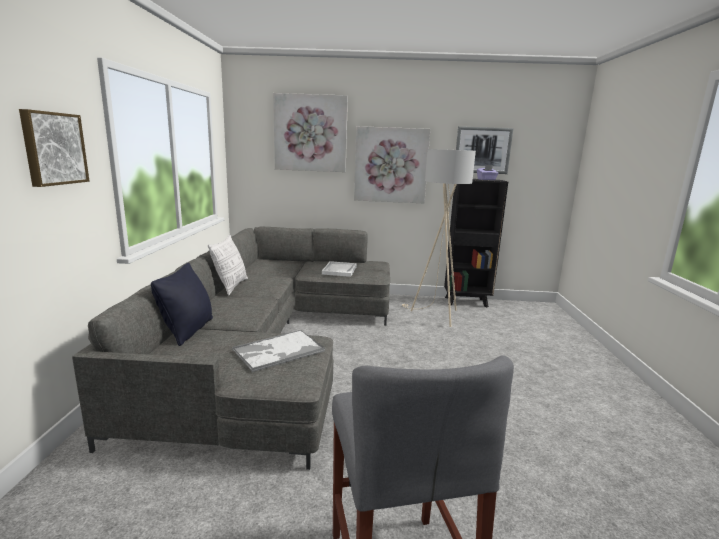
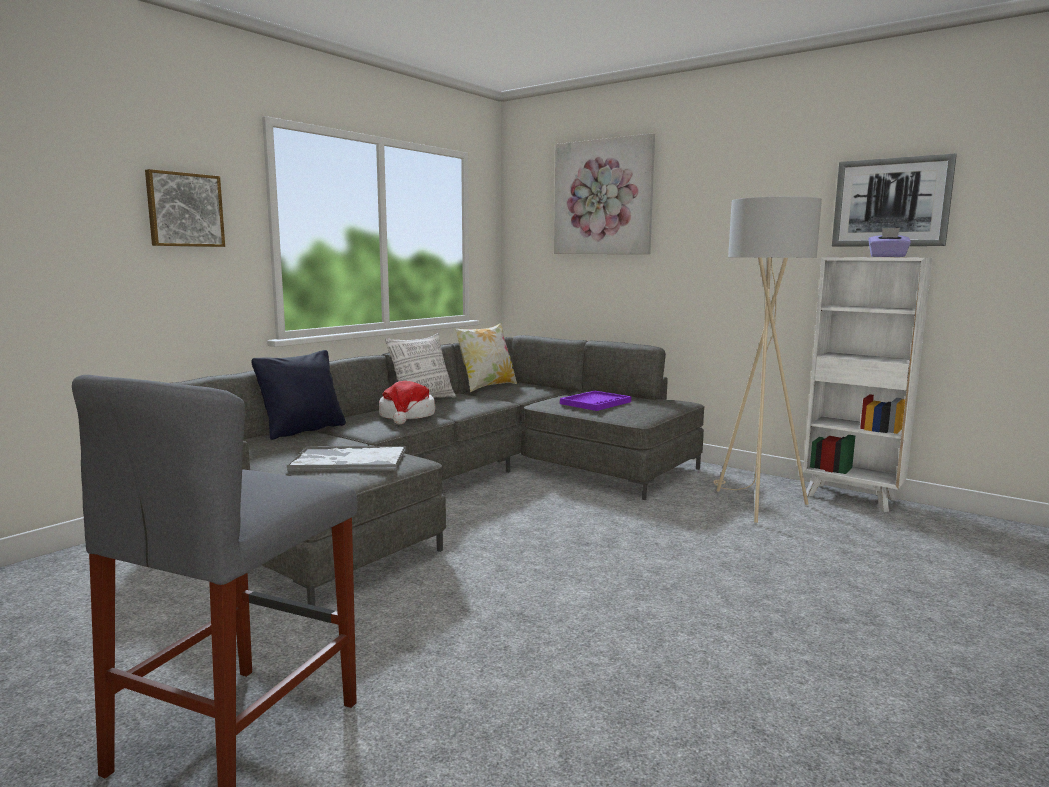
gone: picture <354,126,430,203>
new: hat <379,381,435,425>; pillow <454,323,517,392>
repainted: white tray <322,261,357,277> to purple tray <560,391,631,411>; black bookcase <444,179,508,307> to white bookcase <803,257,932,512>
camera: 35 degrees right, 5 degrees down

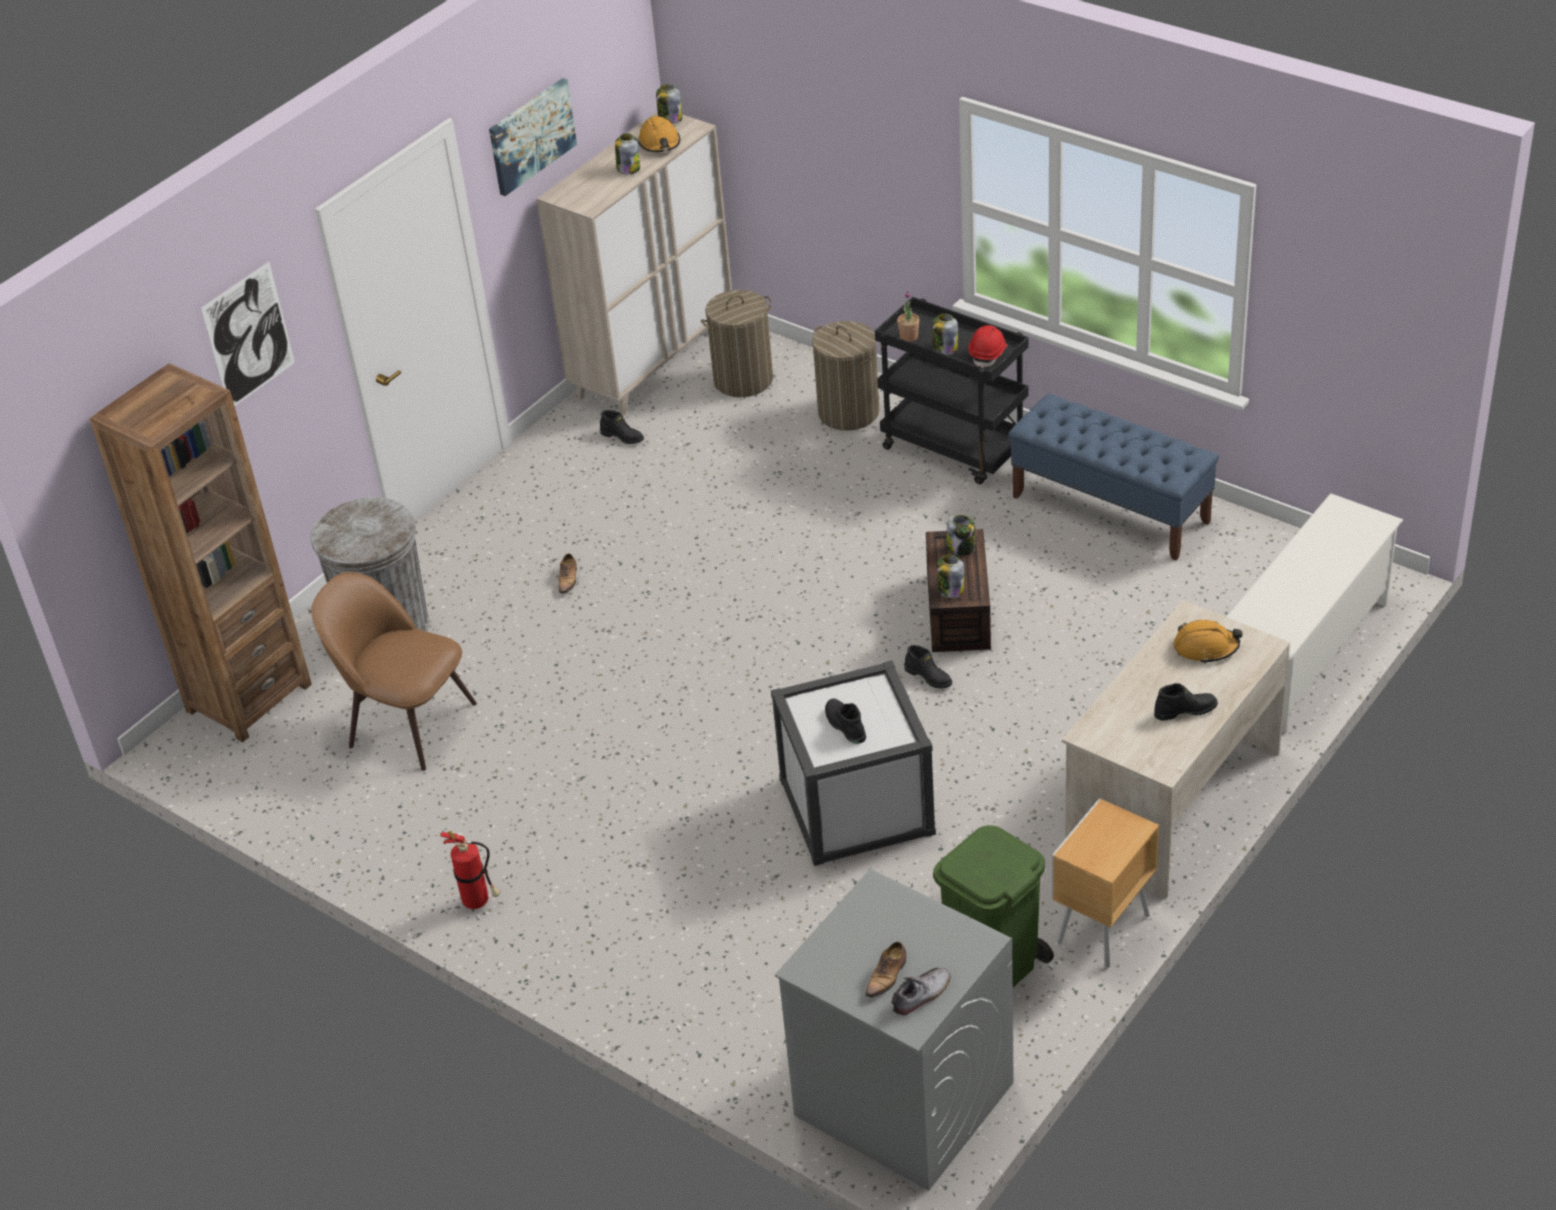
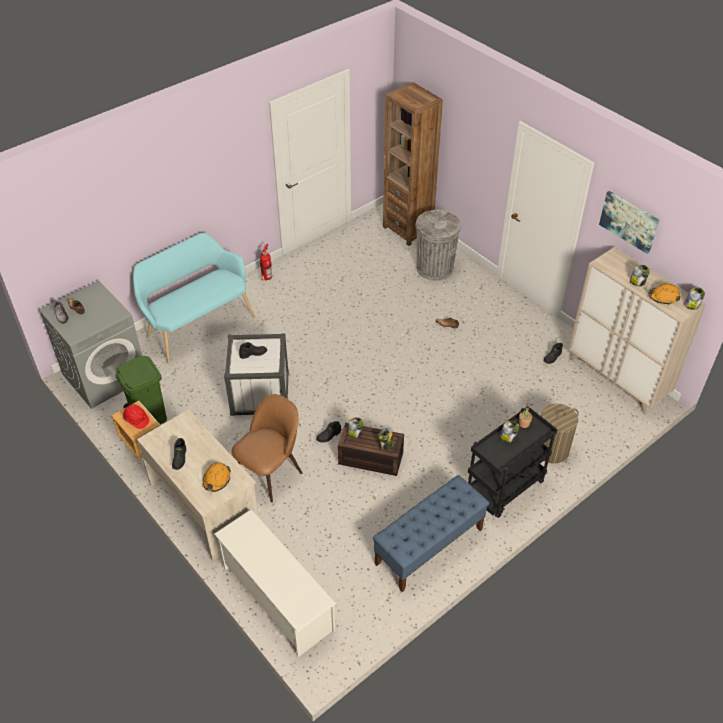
gone: picture <201,262,295,406>; laundry basket <701,290,773,397>
new: turquoise bench <133,233,255,364>
shifted: brown chair <311,572,477,771> to <231,394,302,502>; red hard hat <968,325,1008,368> to <123,404,150,429>
camera: 100 degrees right, 5 degrees up

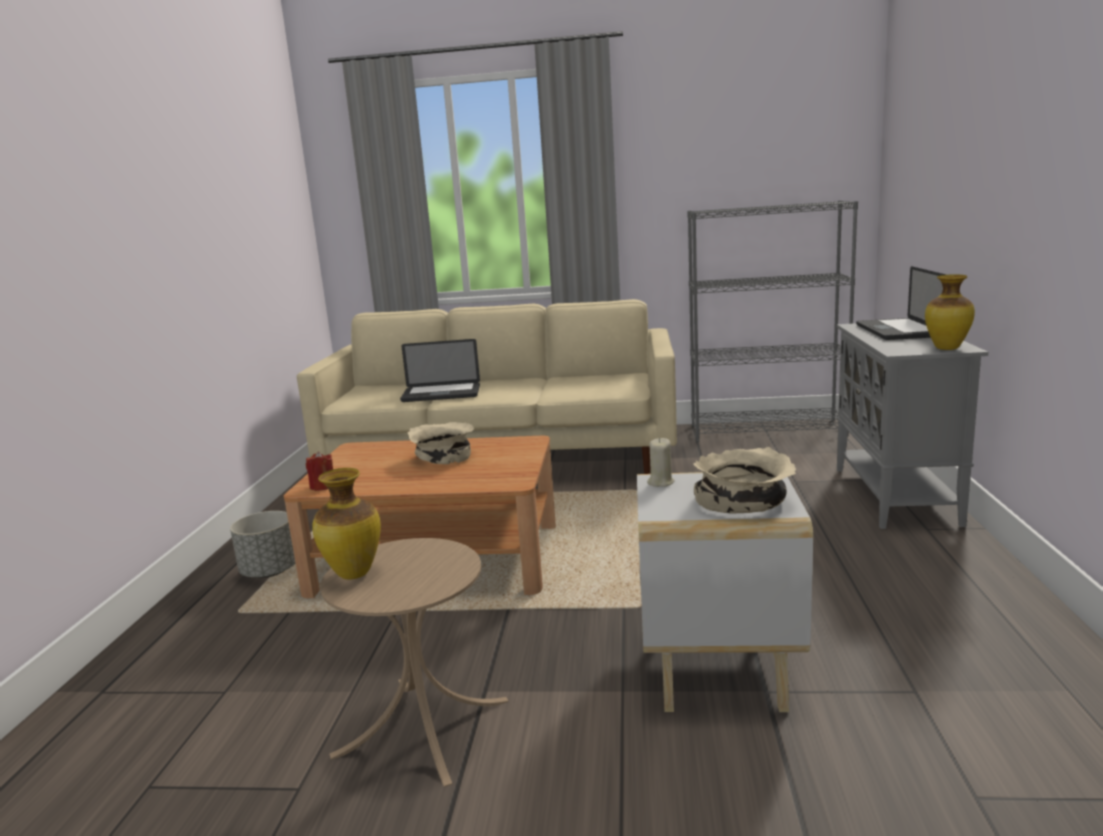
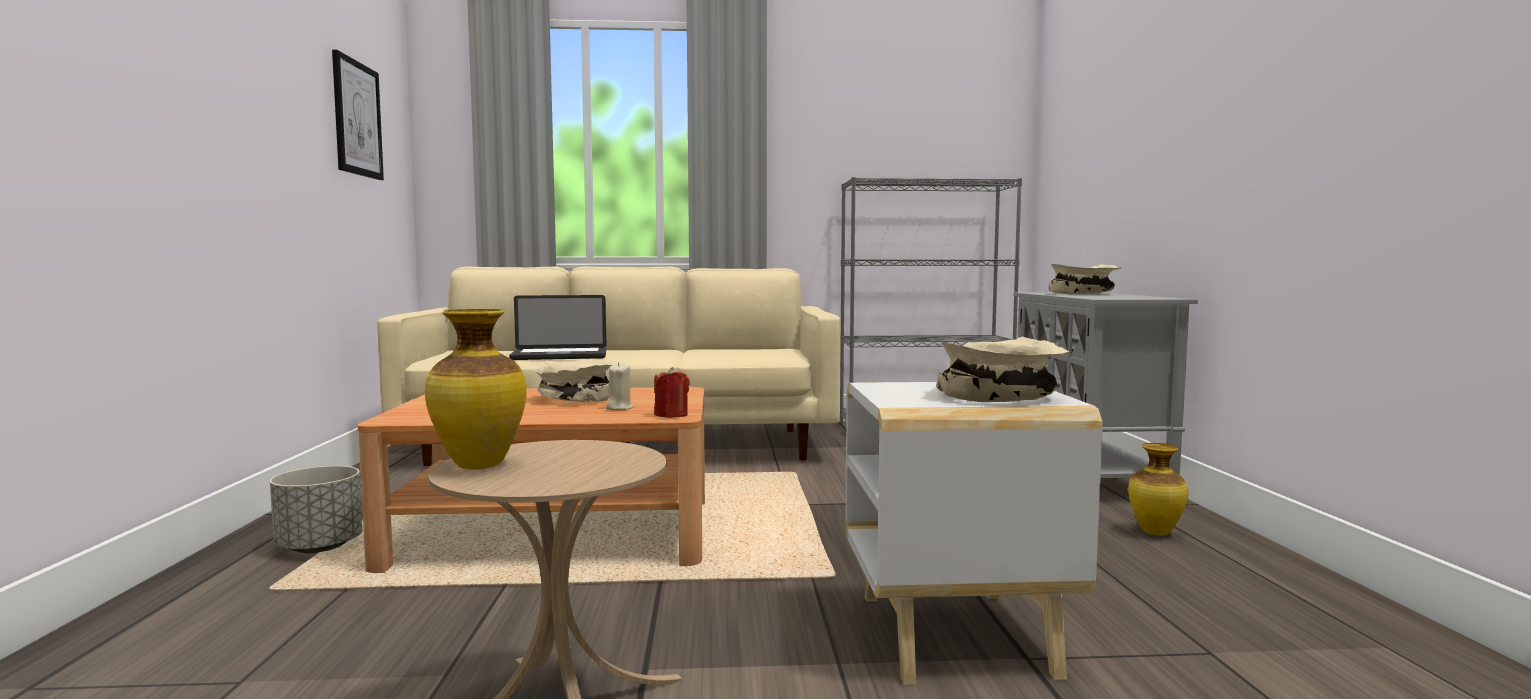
new: picture <332,49,384,180>
shifted: red candle <306,451,333,491> to <654,367,690,418>; beige candle <647,438,675,487> to <606,362,633,410>; vase <925,275,975,350> to <1128,443,1188,536>
swapped: laptop <856,266,946,340> to beige bowl <1048,264,1122,294>
camera: 10 degrees left, 10 degrees down

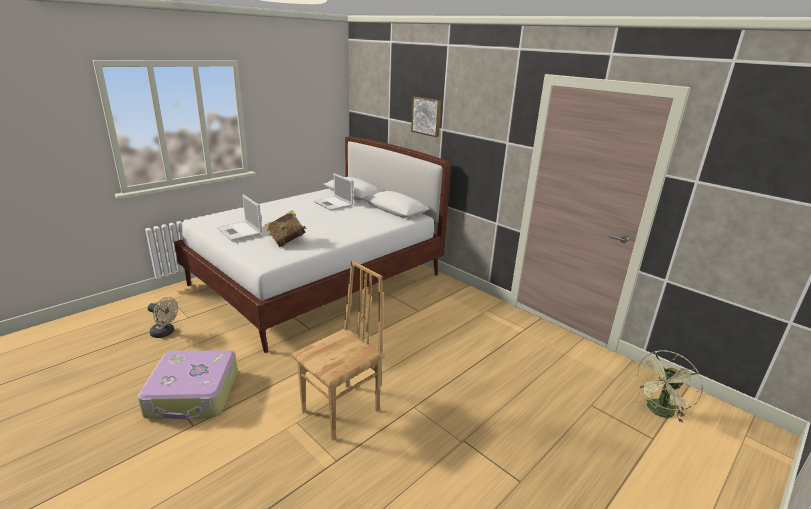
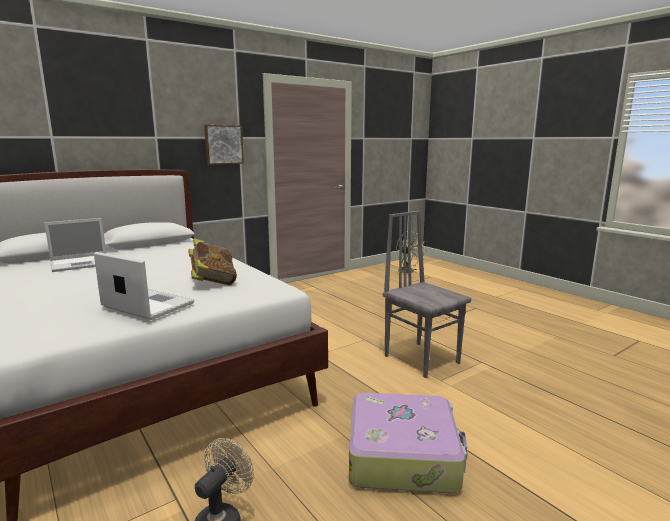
shifted: picture <411,96,442,137> to <204,125,244,165>
repainted: brown chair <291,261,385,441> to grey chair <383,211,471,378>
rotated: laptop <217,194,262,241> = <94,252,194,320> 120 degrees counterclockwise
camera: 80 degrees left, 10 degrees down

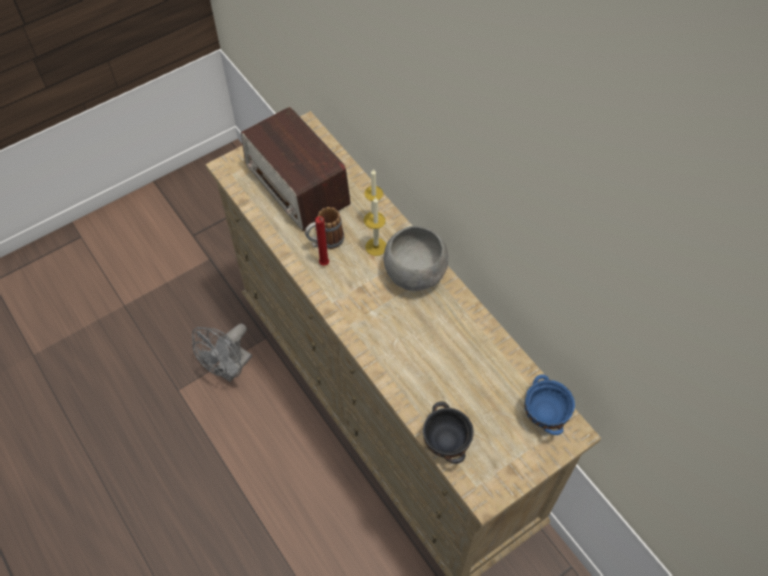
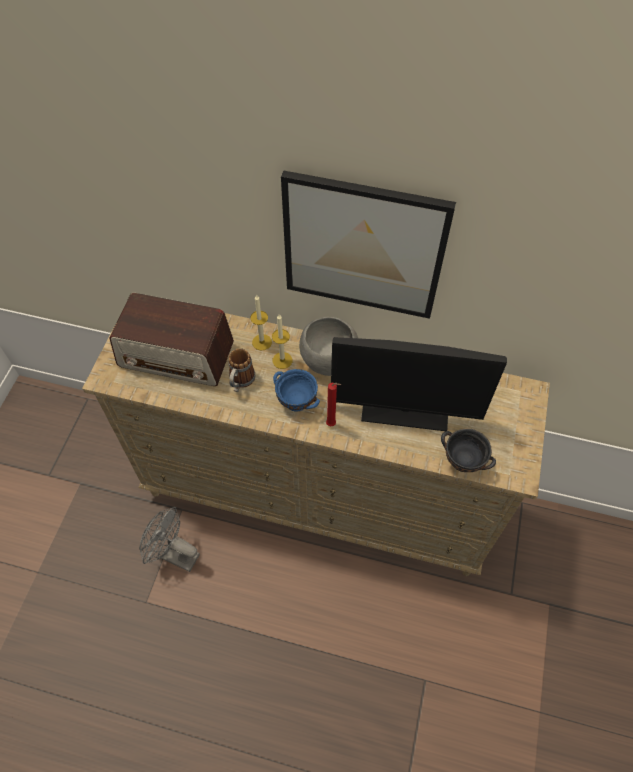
new: picture <281,170,456,319>; monitor <331,337,507,431>
shifted: red candle <315,216,329,266> to <326,383,341,426>; blue bowl <524,374,575,435> to <273,369,320,411>
rotated: grey fan <192,324,252,382> = <139,507,200,572> 120 degrees clockwise
camera: 40 degrees left, 0 degrees up

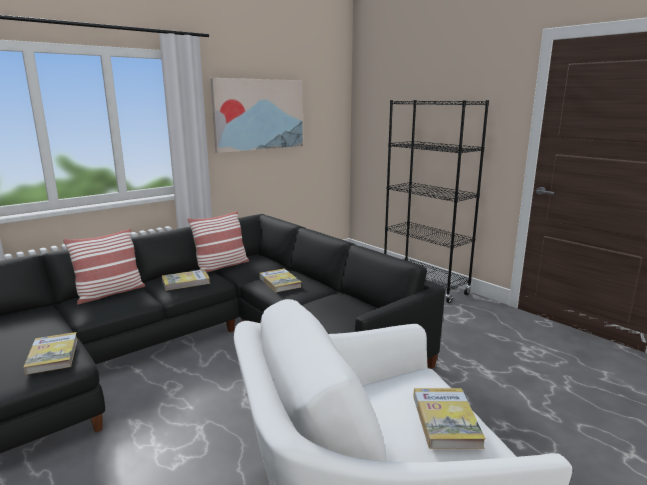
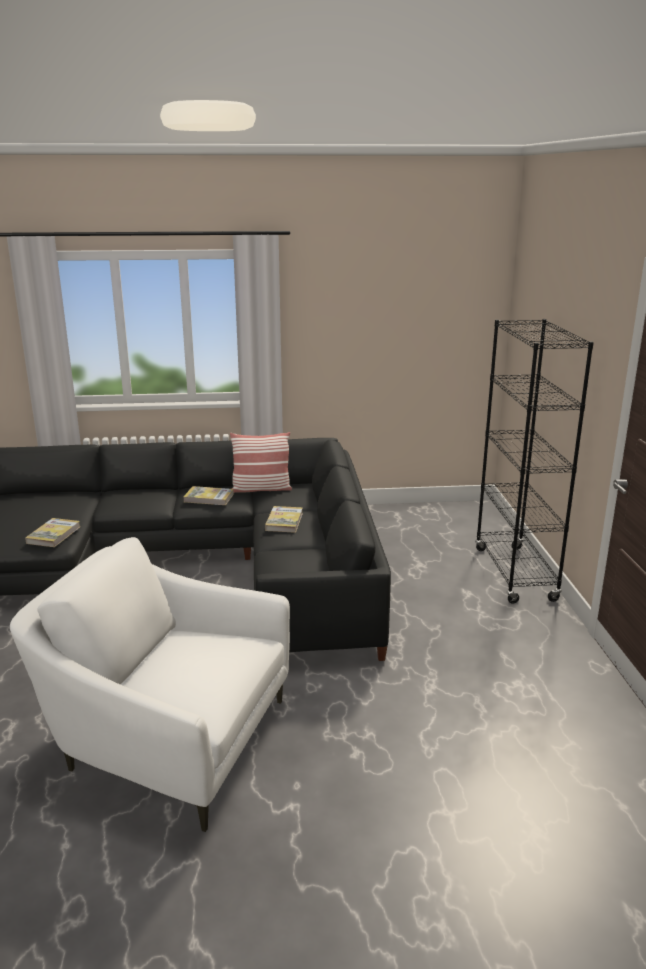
gone: pillow <63,228,145,305>; picture <210,78,303,153>; book <413,388,486,449>
camera: 35 degrees right, 5 degrees up

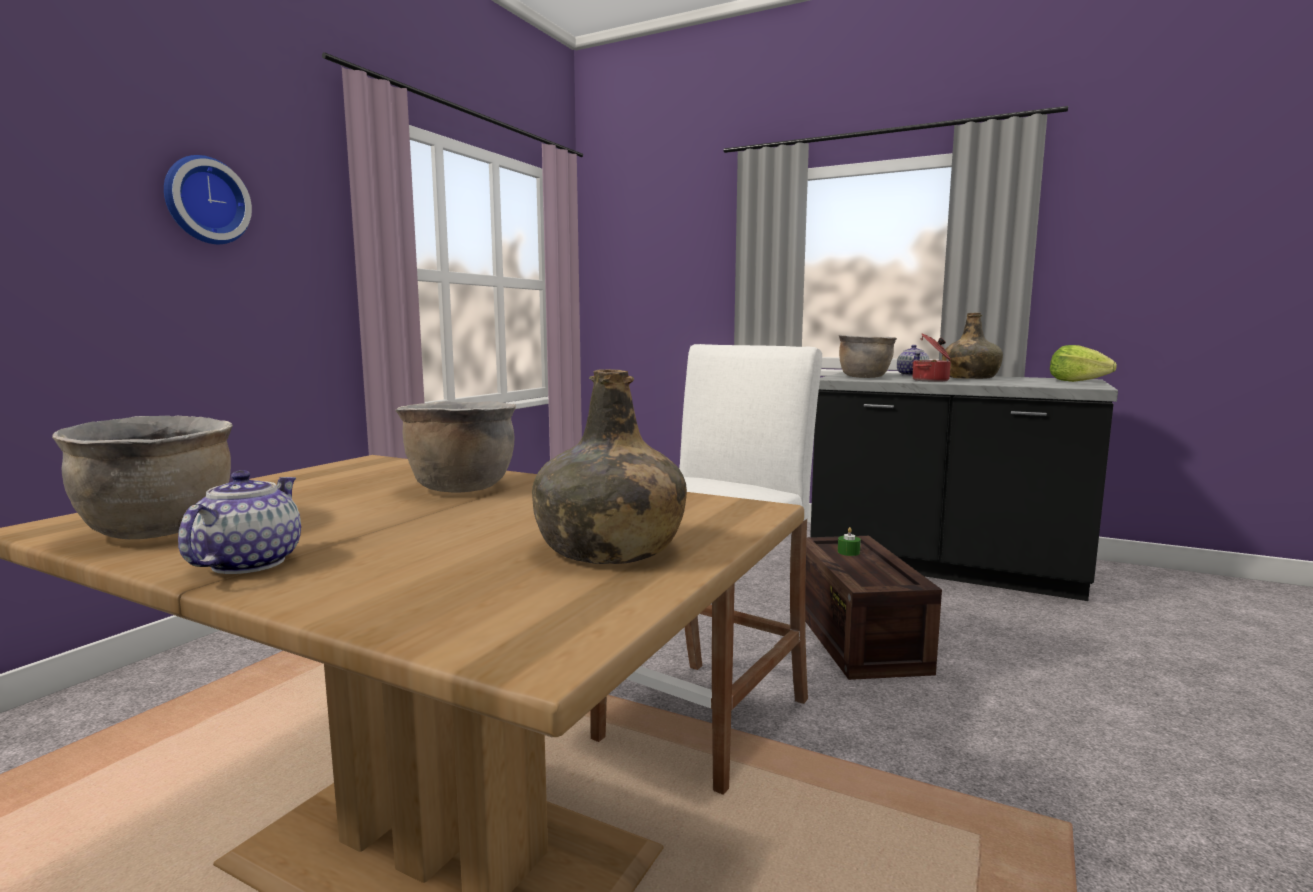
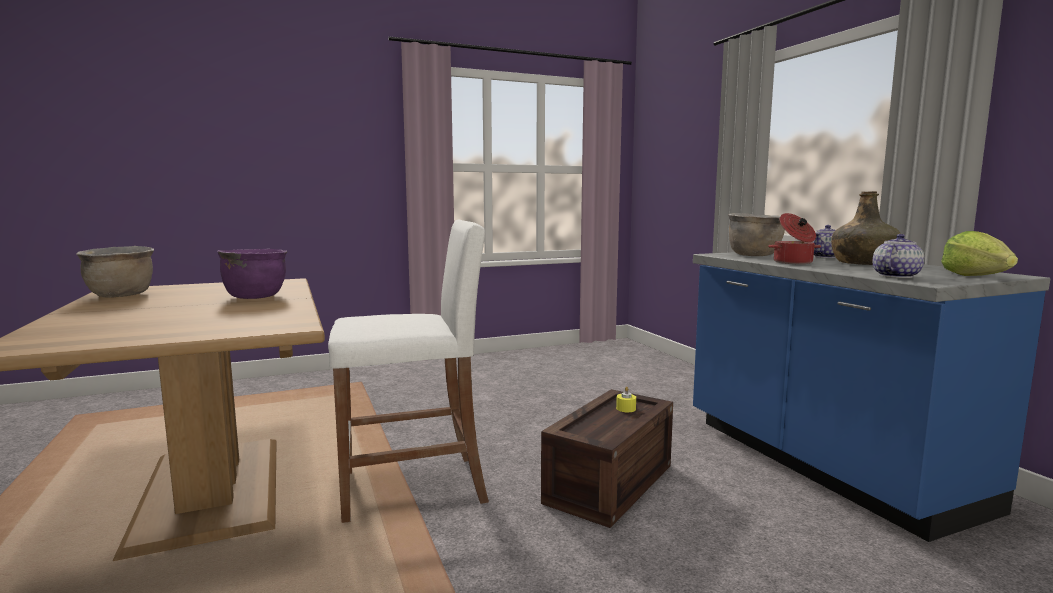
gone: wall clock <164,155,252,244>; green bottle <532,369,687,564>
shifted: teapot <178,470,301,574> to <873,234,924,278>
repainted: brown cooking pot <395,401,516,492> to purple cooking pot <217,249,287,299>; black counter <810,372,1118,601> to blue counter <693,252,1050,542>; green candle <838,527,861,556> to yellow candle <616,386,636,412>
camera: 40 degrees right, 0 degrees up

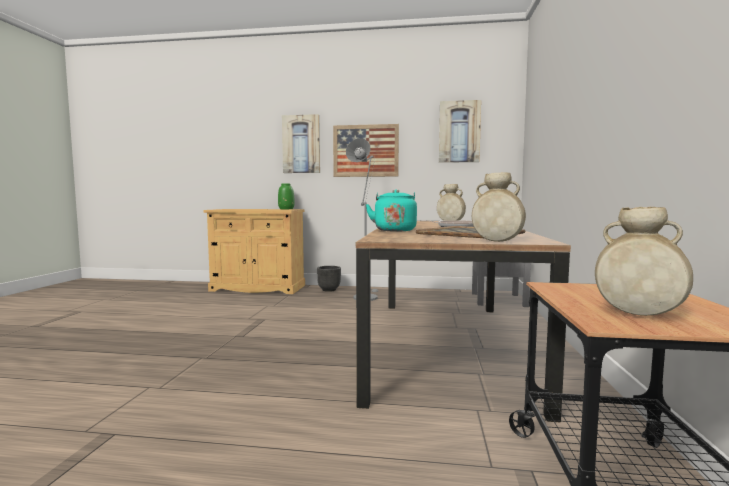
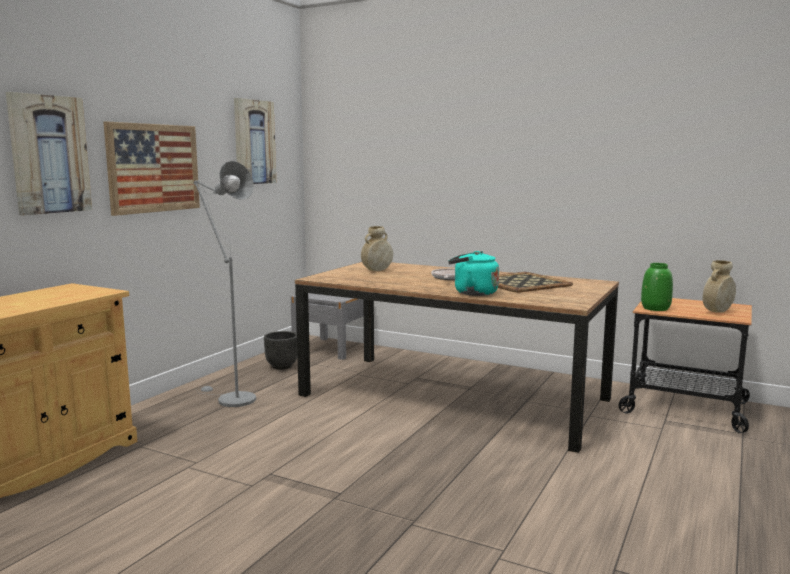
gone: beige vase <472,172,526,242>
shifted: green vase <278,184,294,209> to <641,263,673,311>; black planter <317,266,341,292> to <264,331,297,370>
camera: 70 degrees left, 5 degrees up

